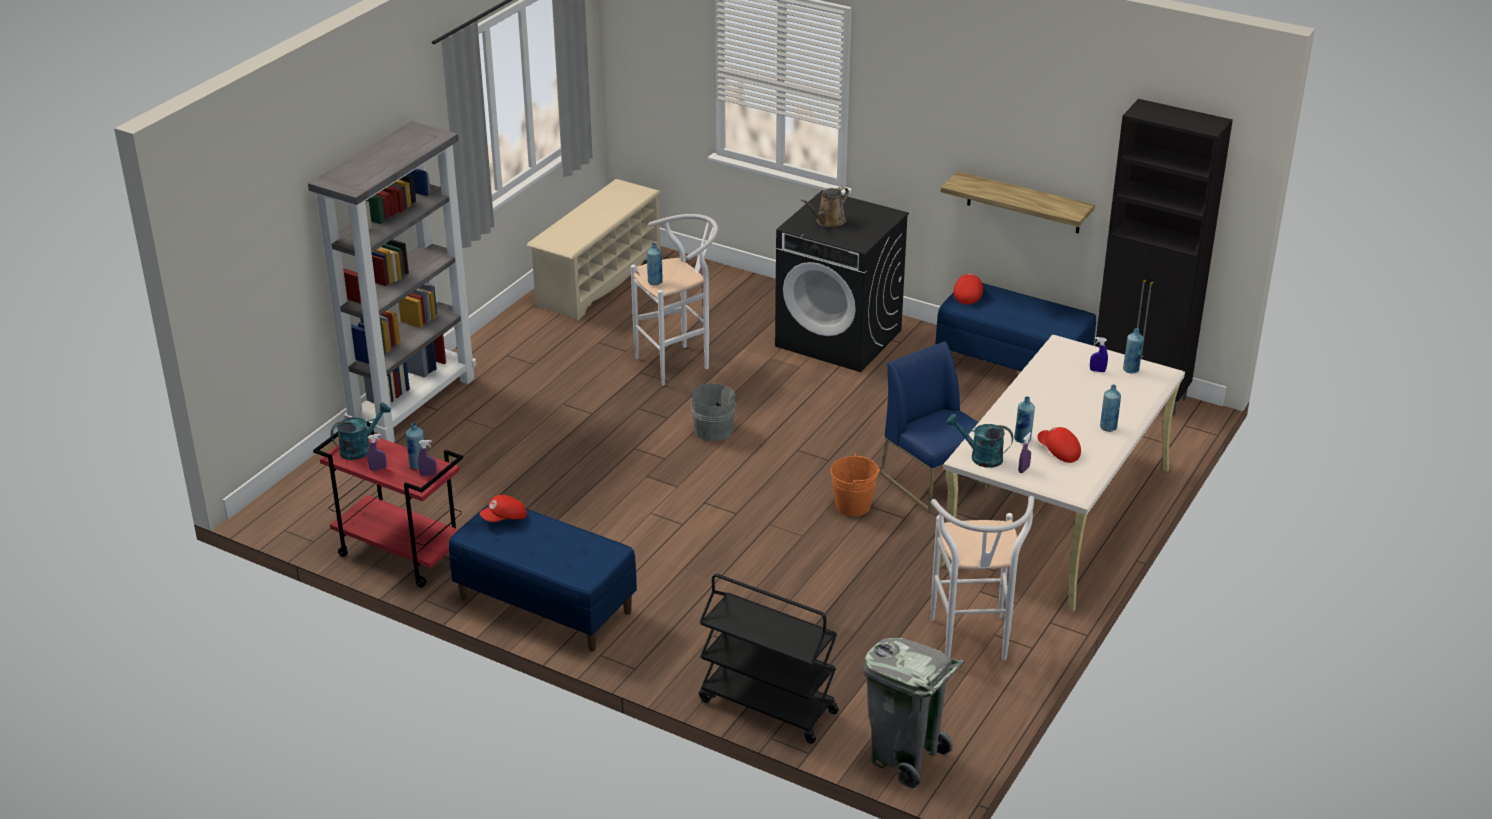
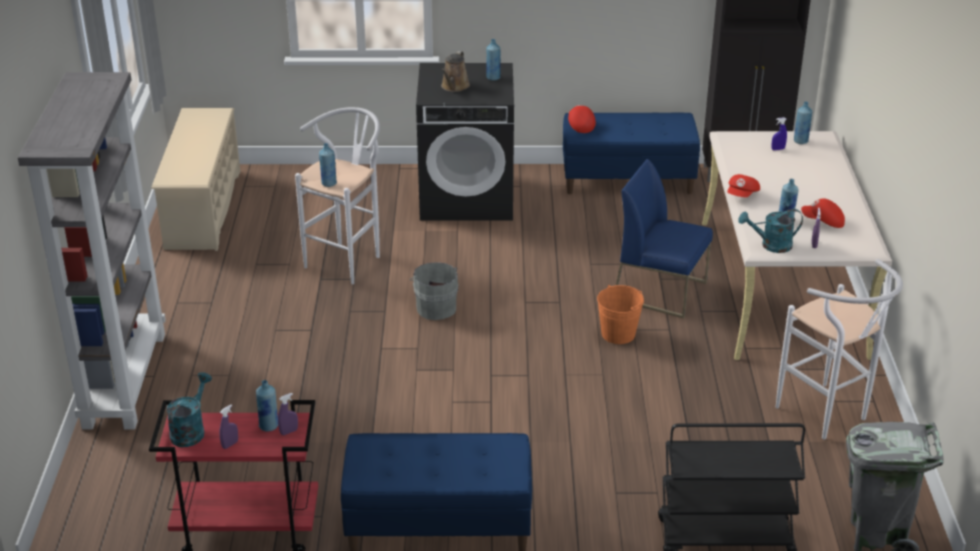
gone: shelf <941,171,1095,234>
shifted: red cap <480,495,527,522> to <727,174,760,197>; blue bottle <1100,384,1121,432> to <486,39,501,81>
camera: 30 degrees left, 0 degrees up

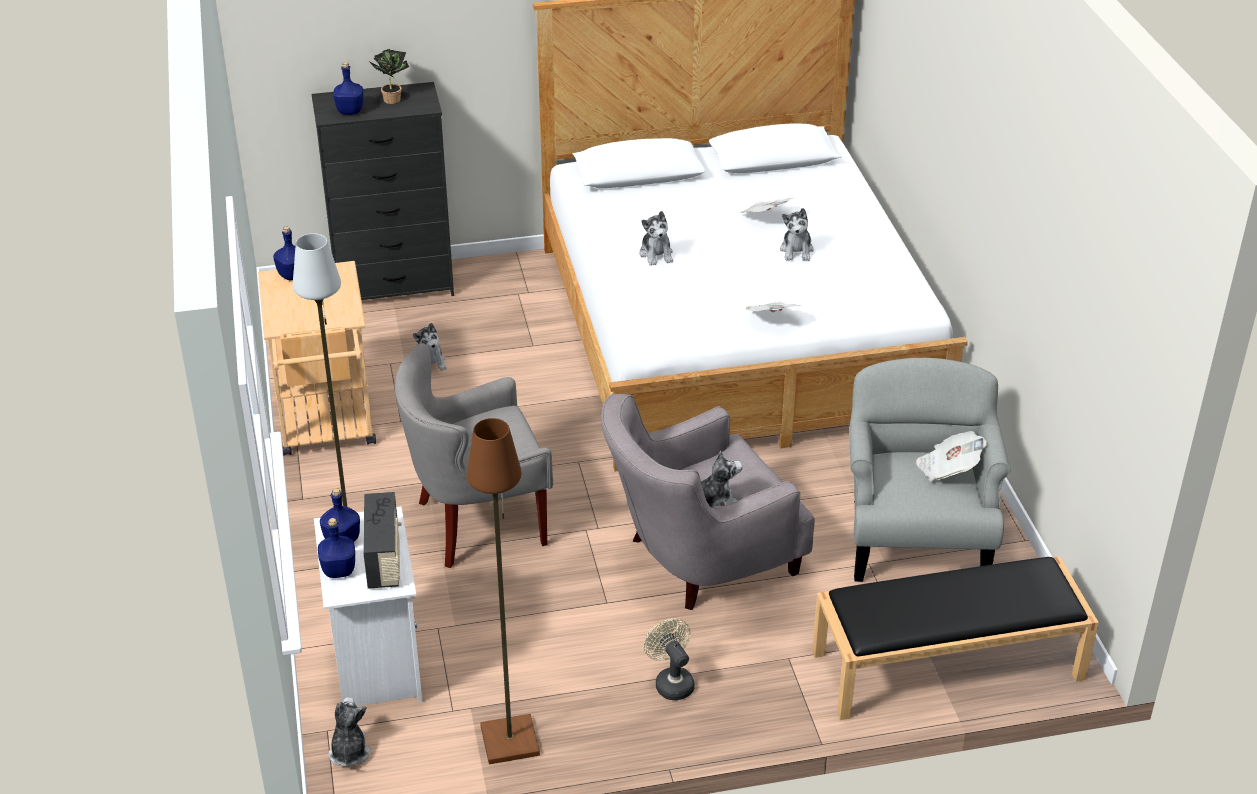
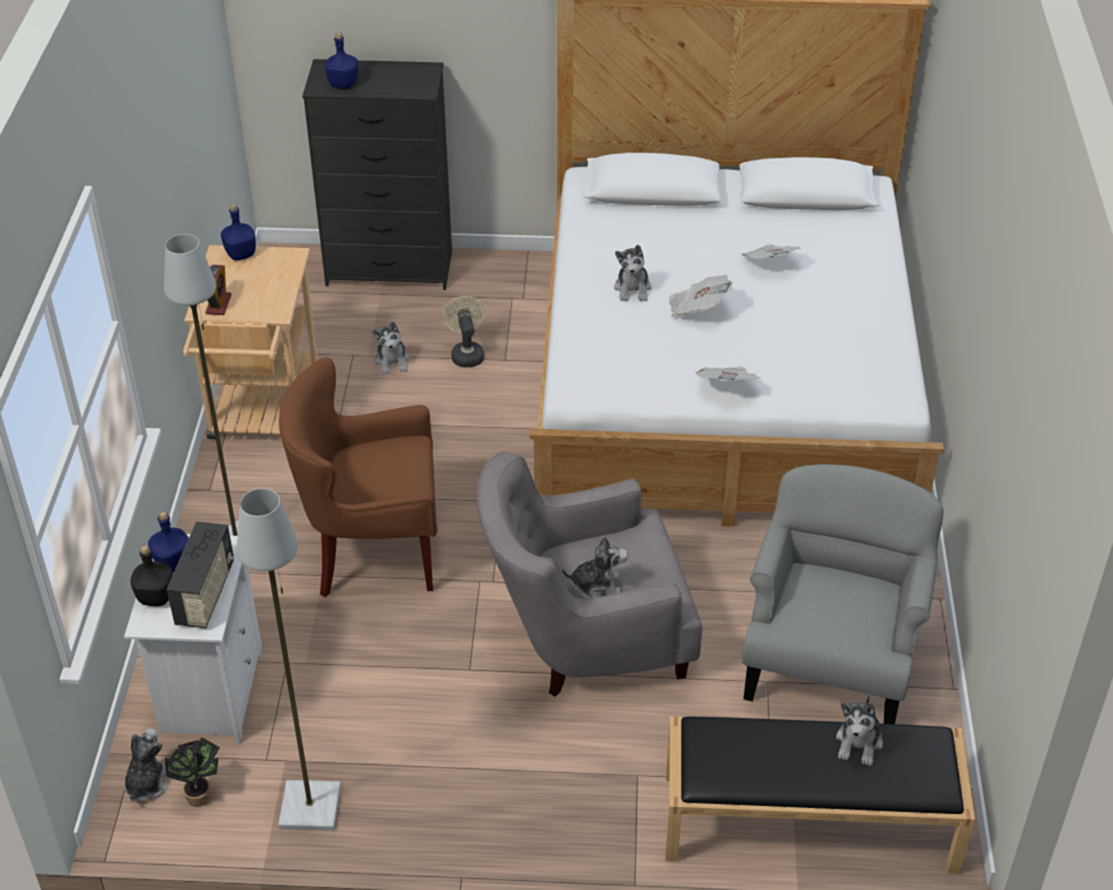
new: alarm clock <205,265,232,315>
shifted: potted plant <370,49,409,104> to <165,737,220,807>; beige fan <643,618,695,700> to <442,296,485,367>; plush toy <780,208,814,261> to <836,696,883,766>; newspaper <916,431,987,481> to <669,275,733,316>
repainted: blue bottle <318,518,355,578> to black bottle <130,545,173,606>; grey armchair <395,343,553,568> to brown armchair <279,357,437,597>; brown floor lamp <467,418,540,764> to grey floor lamp <237,488,341,831>
camera: 15 degrees right, 5 degrees up

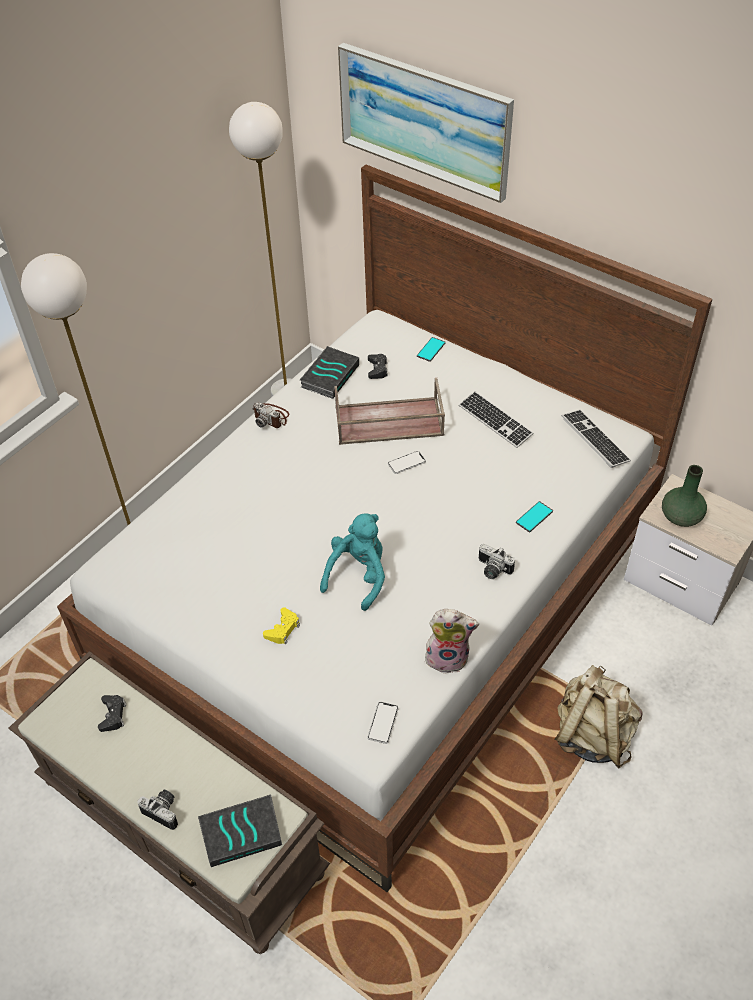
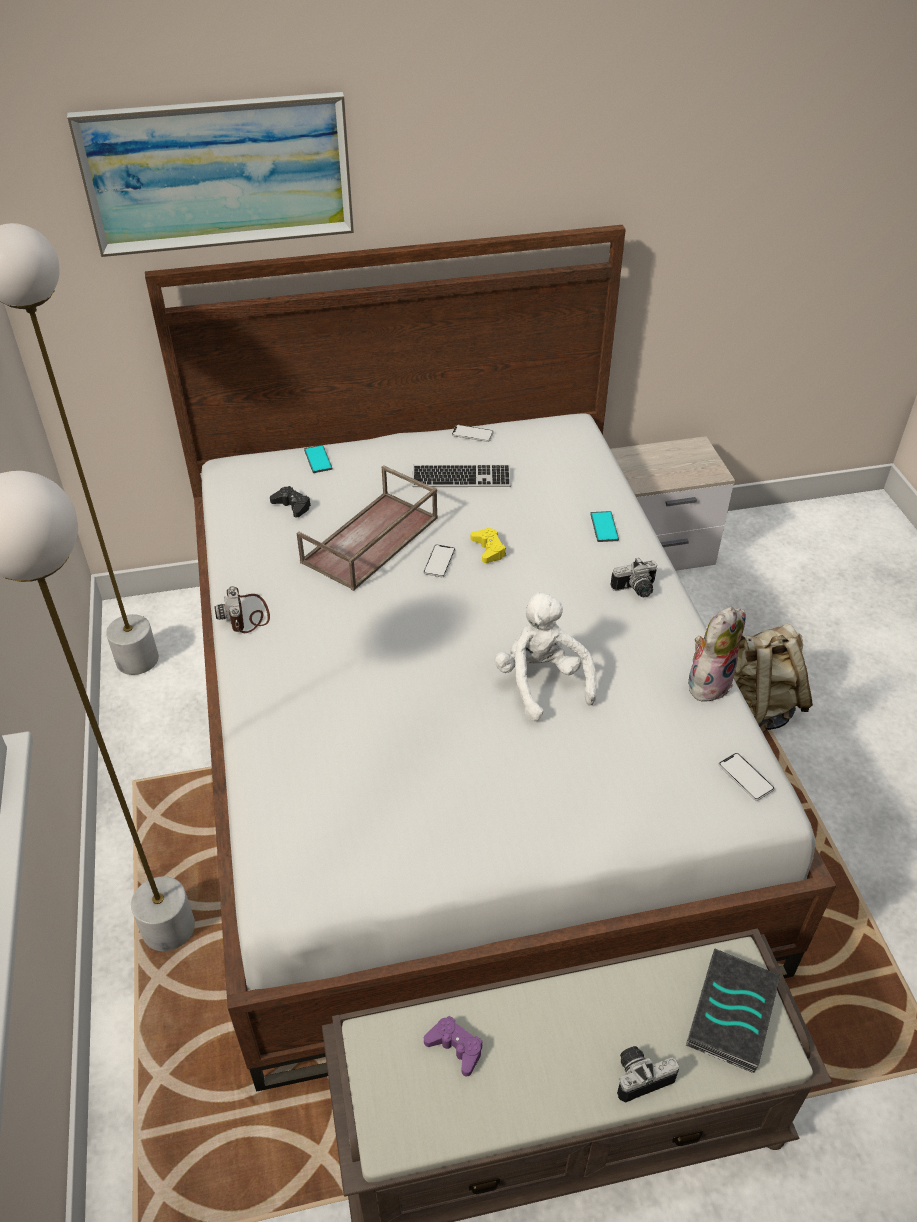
gone: book <300,346,359,399>; keyboard <562,409,631,468>; green vase <662,465,707,527>
new: phone <452,425,494,442>
shifted: yellow game controller <263,607,300,644> to <471,528,506,563>
repainted: black game controller <98,695,126,732> to purple game controller <424,1016,482,1076>; turquoise plush toy <320,513,385,611> to white plush toy <494,592,597,721>
rotated: photo camera <253,402,289,428> = <214,586,270,633> 90 degrees clockwise
camera: 50 degrees left, 5 degrees down

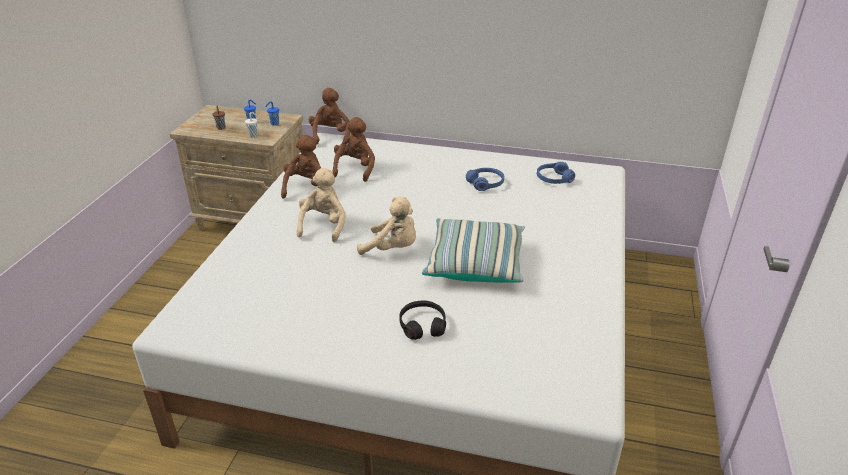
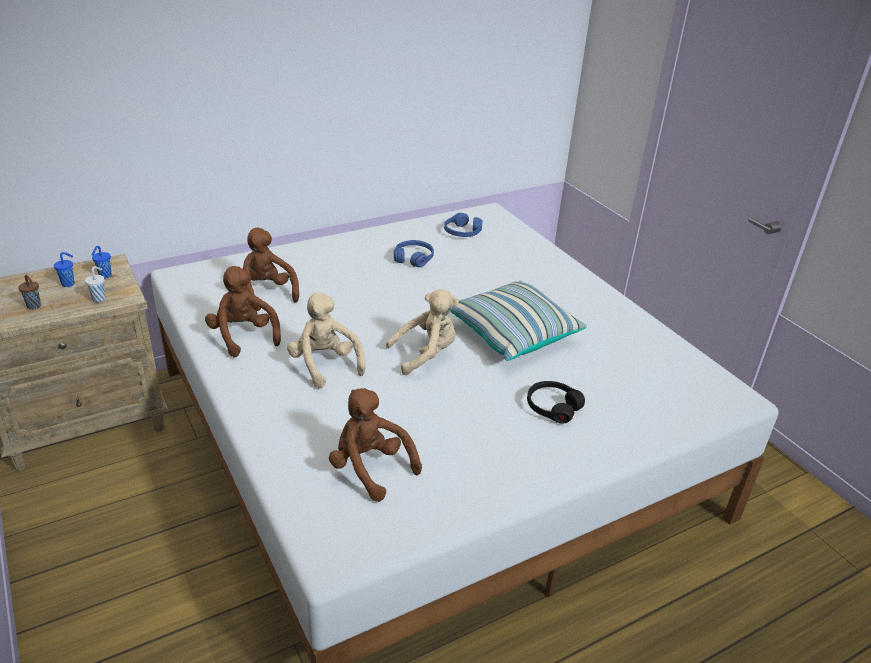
shifted: brown plush toy <309,88,350,145> to <329,388,422,502>
camera: 45 degrees left, 0 degrees up

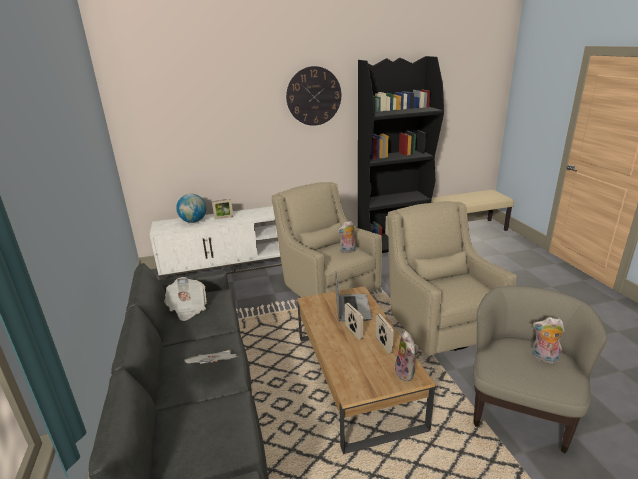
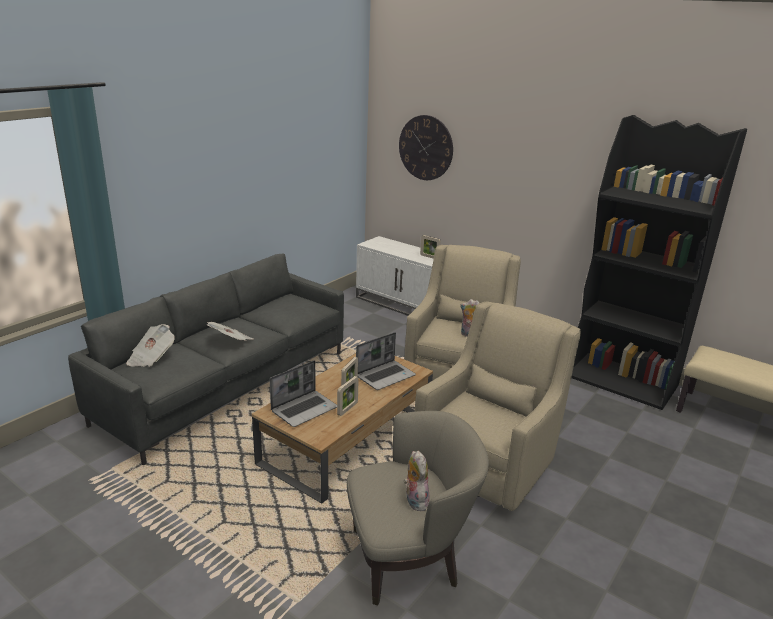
gone: globe <176,194,206,223>; plush toy <395,331,418,381>
new: laptop <270,360,337,427>
shifted: newspaper <164,277,206,321> to <126,324,175,367>; wall clock <286,66,341,126> to <399,115,453,180>
camera: 50 degrees right, 0 degrees up

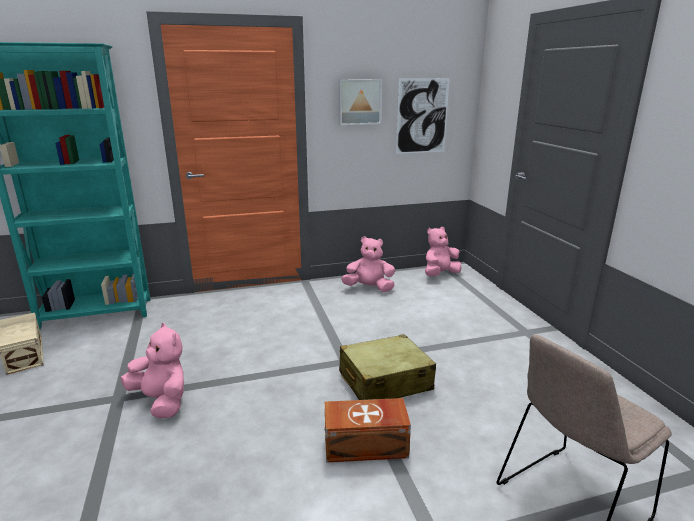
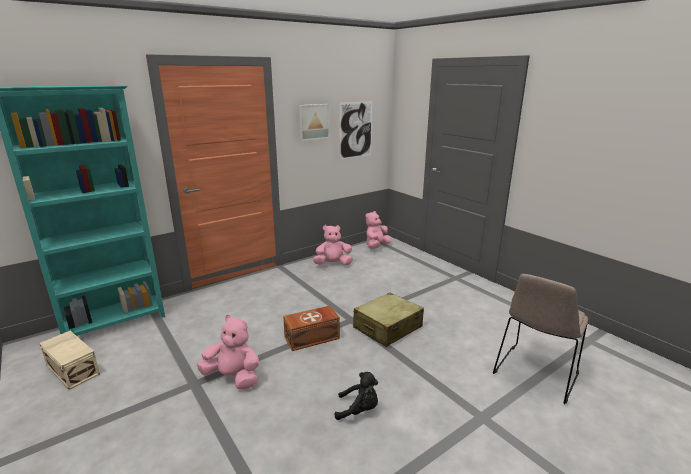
new: black plush toy <335,372,378,420>
shifted: brown storage box <325,398,411,463> to <283,306,340,351>
camera: 20 degrees left, 0 degrees up

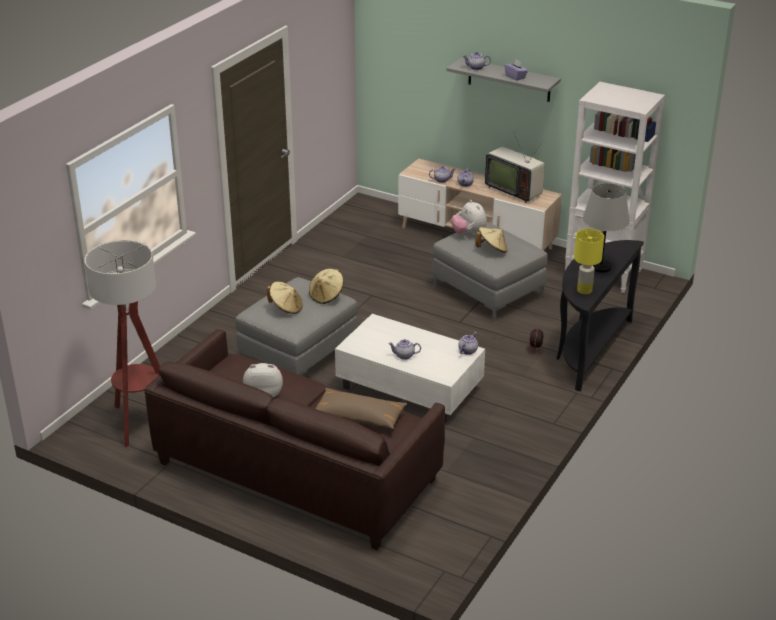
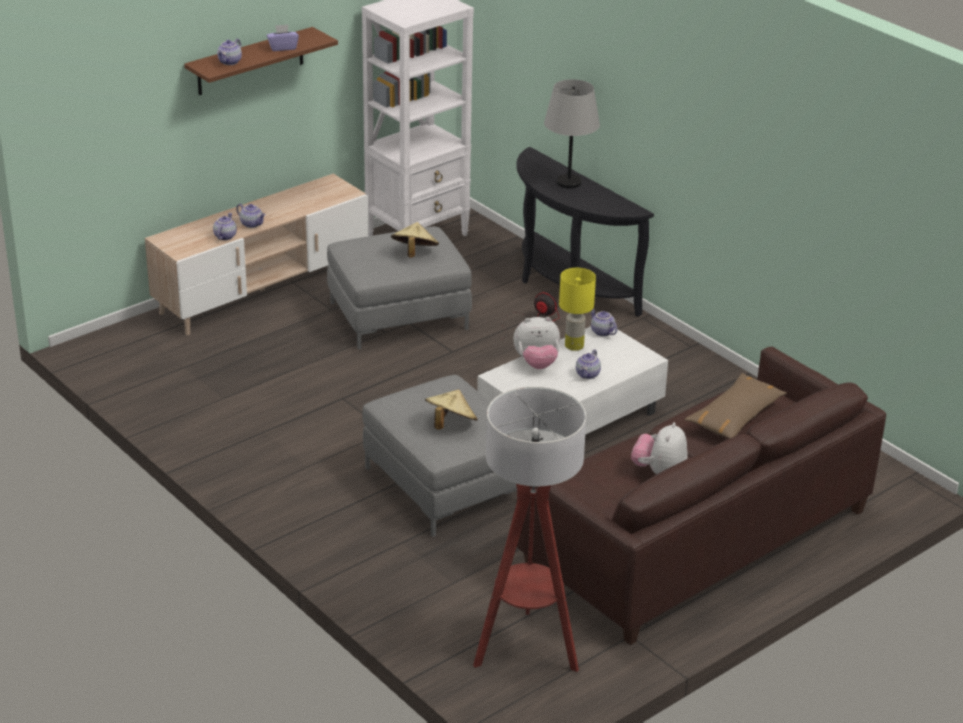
gone: beige hat <309,269,344,304>; television <485,133,545,203>
shifted: plush toy <451,200,487,236> to <513,317,560,369>; yellow table lamp <574,229,604,294> to <559,268,596,351>
repainted: grey shelf <447,58,561,102> to brown shelf <184,27,338,95>
camera: 70 degrees left, 0 degrees up

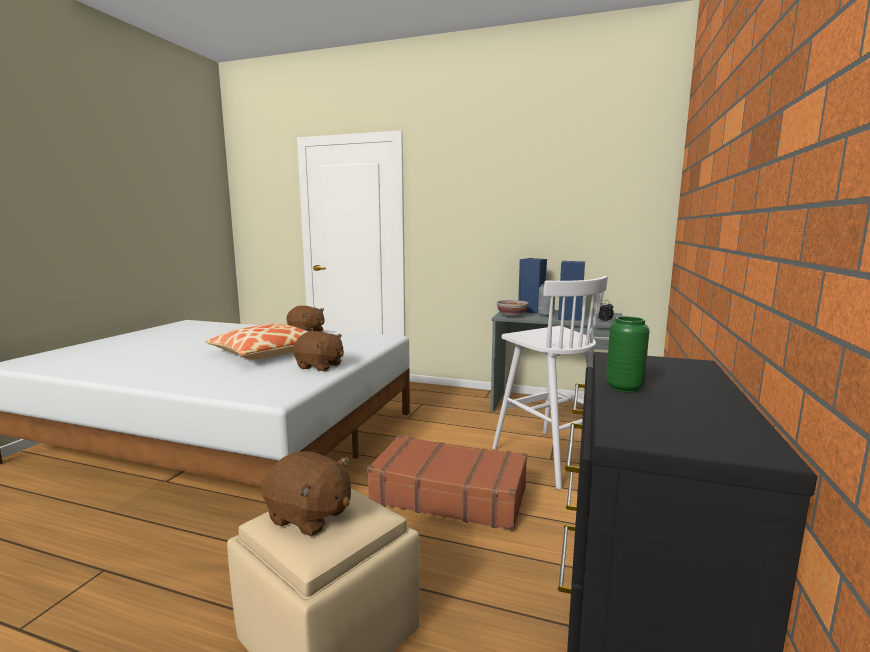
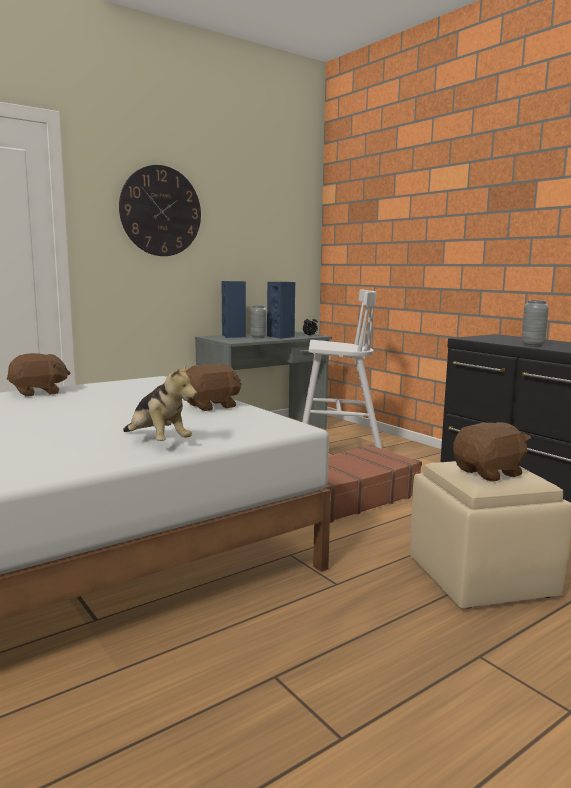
gone: pillow <205,323,308,360>; bowl <497,300,529,317>
new: wall clock <119,165,201,256>; plush toy <123,364,197,441>
repainted: green vase <606,316,649,393> to grey vase <521,300,549,347>
camera: 55 degrees left, 0 degrees up

